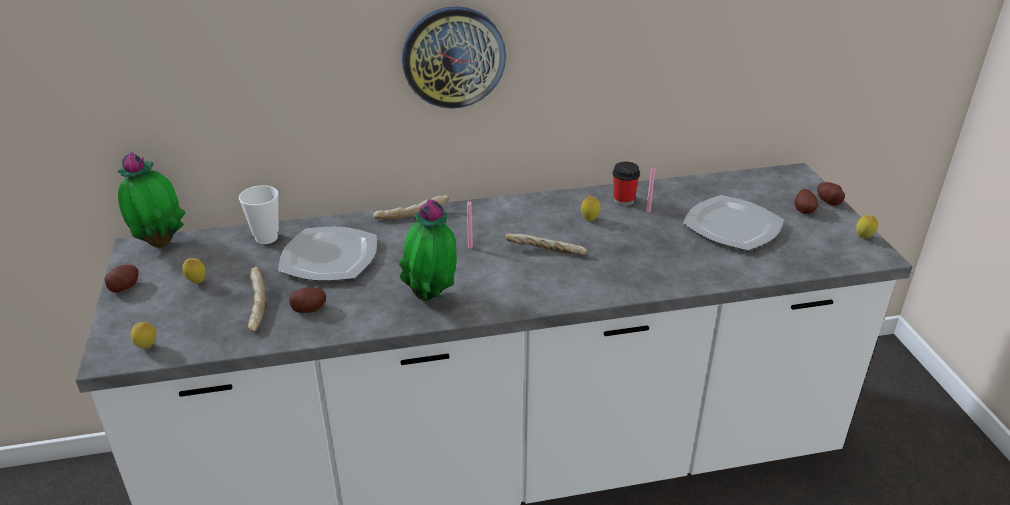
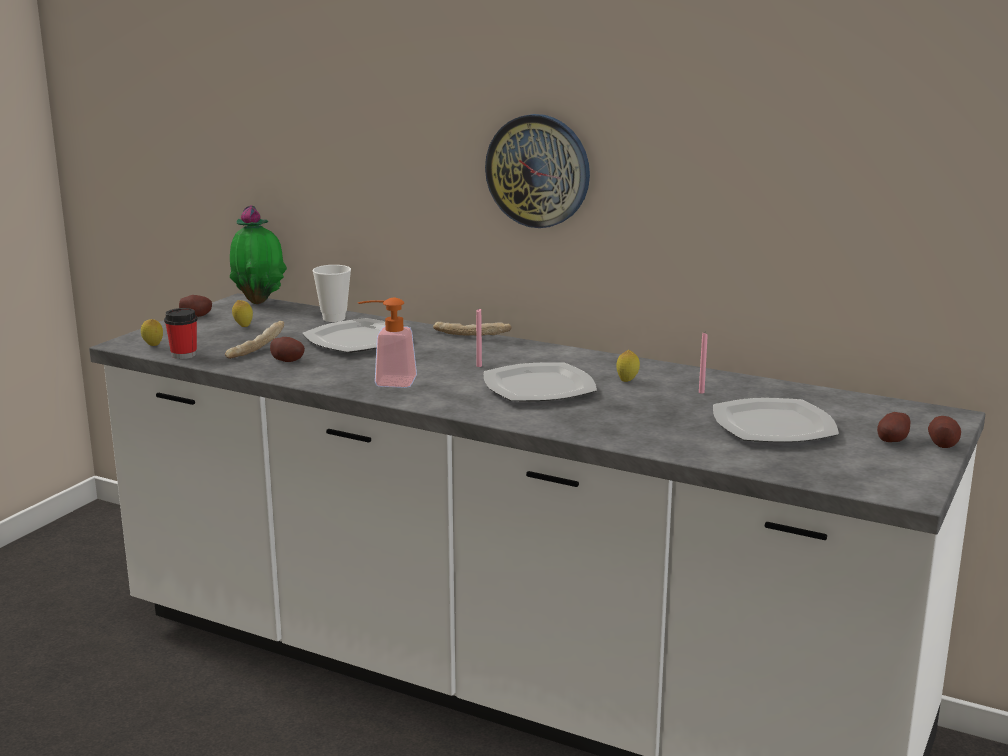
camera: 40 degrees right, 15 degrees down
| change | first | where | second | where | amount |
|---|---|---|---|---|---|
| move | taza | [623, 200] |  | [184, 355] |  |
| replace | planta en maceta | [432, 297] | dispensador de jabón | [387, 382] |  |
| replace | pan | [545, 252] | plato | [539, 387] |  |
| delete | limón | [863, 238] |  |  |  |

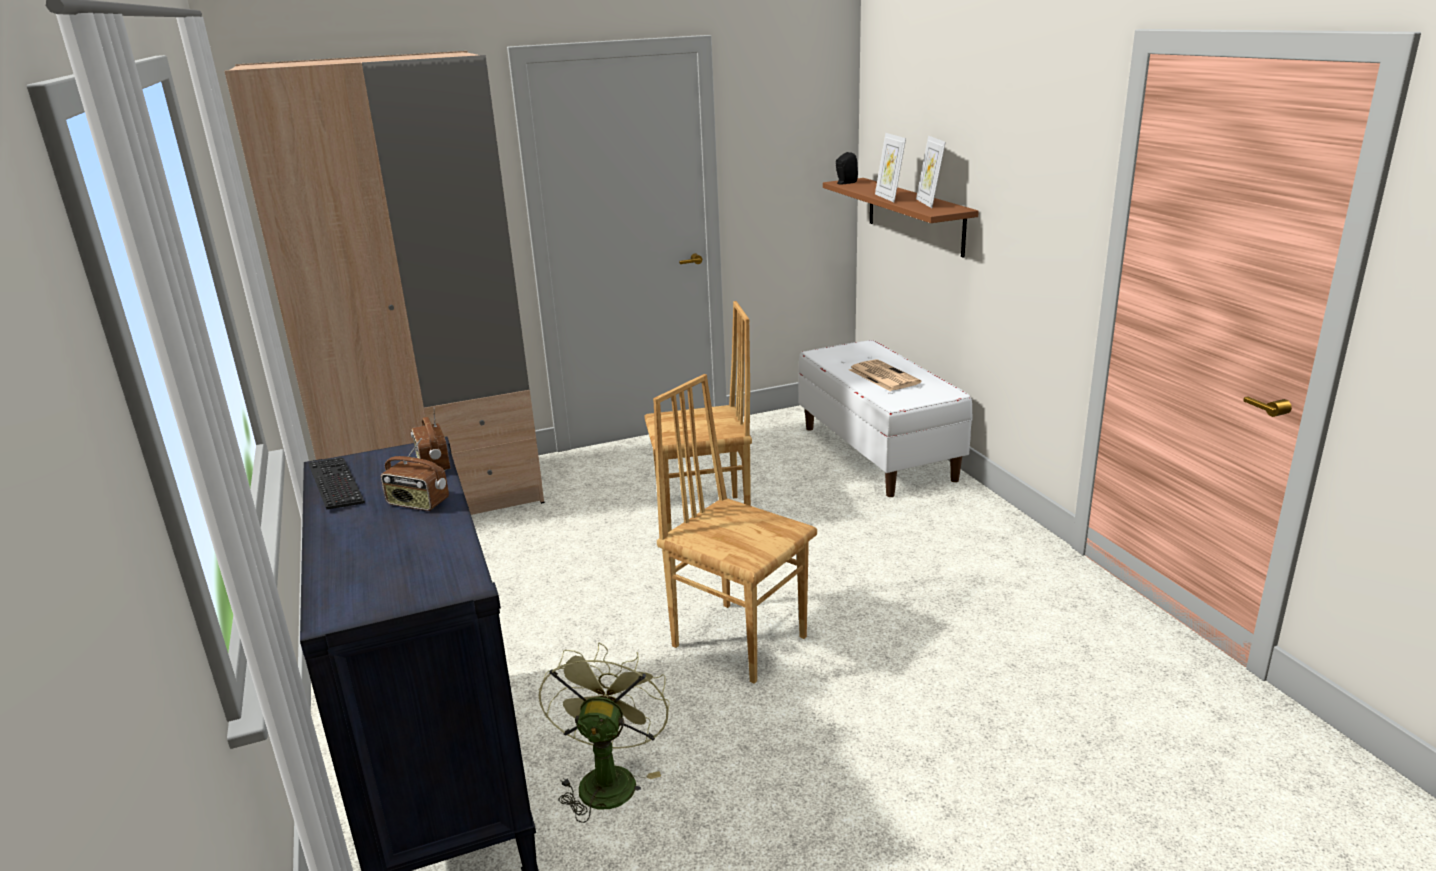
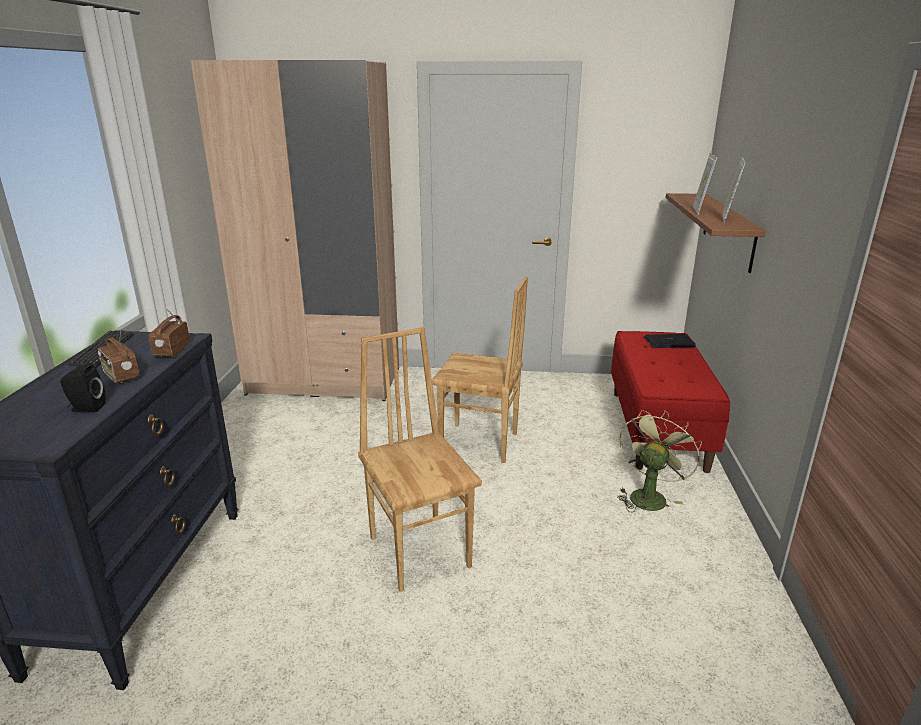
camera: 25 degrees right, 0 degrees up
| change | first | where | second | where | amount |
|---|---|---|---|---|---|
| move | altavoz/negro | [845, 183] |  | [86, 408] |  |
| recolor | banco/blanco | [878, 453] | banco/rojo | [657, 429] |  |
| move | ventilador/verde | [607, 778] |  | [649, 495] |  |
| insert |  |  | portátil | [669, 342] |  |
| delete | periódico | [882, 376] |  |  |  |

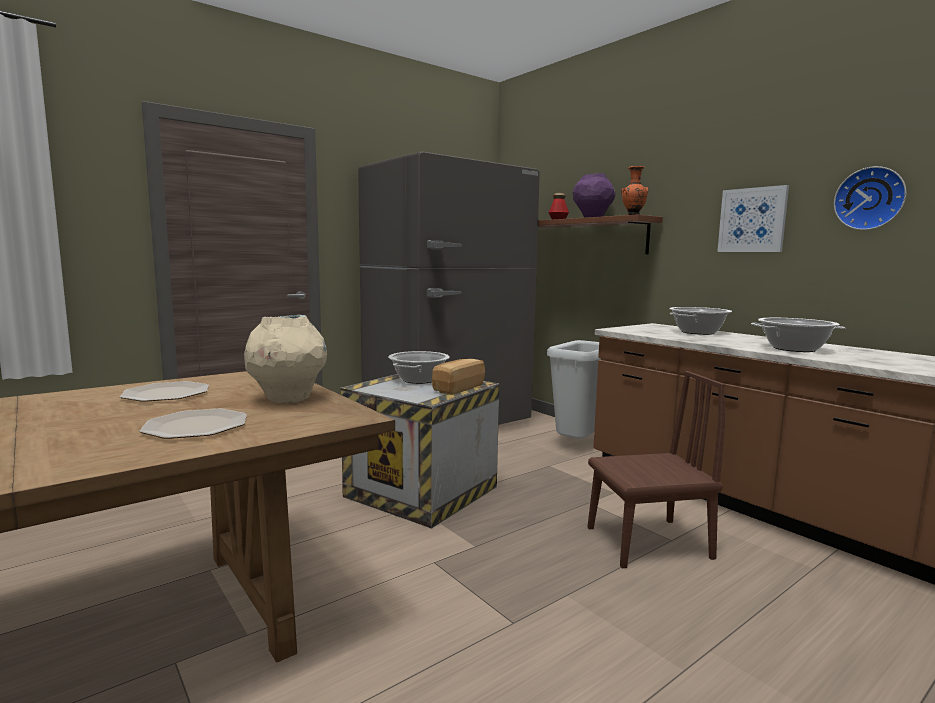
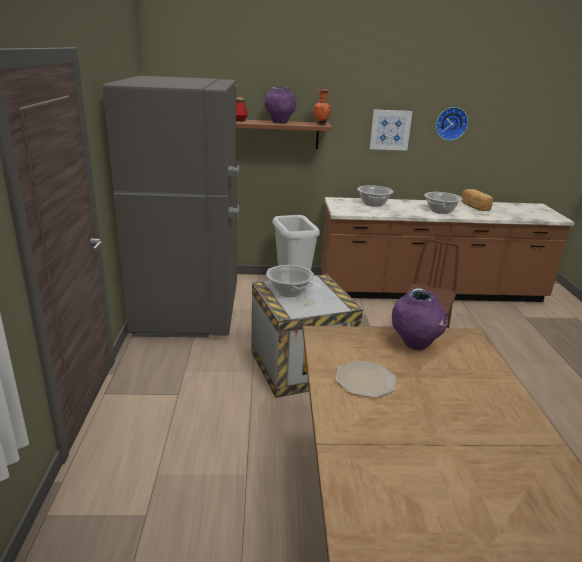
camera: 55 degrees left, 15 degrees up
| change | first | where | second | where | amount |
|---|---|---|---|---|---|
| recolor | florero/beis | [287, 399] | florero/morado | [415, 344] |  |
| move | pan | [457, 388] |  | [474, 207] |  |
| delete | plato | [196, 426] |  |  |  |

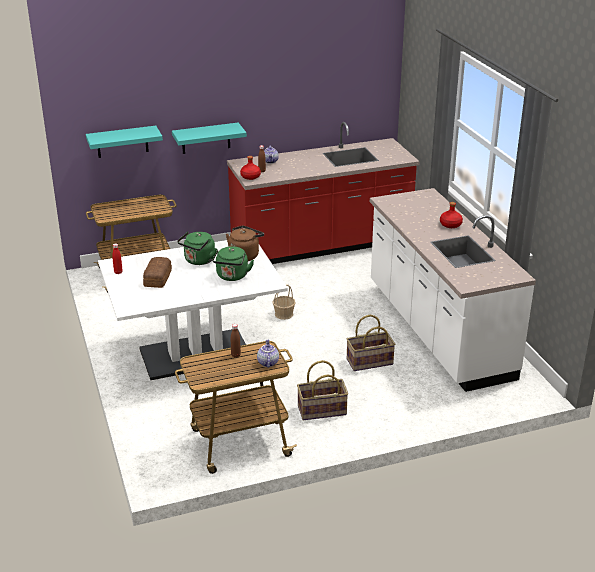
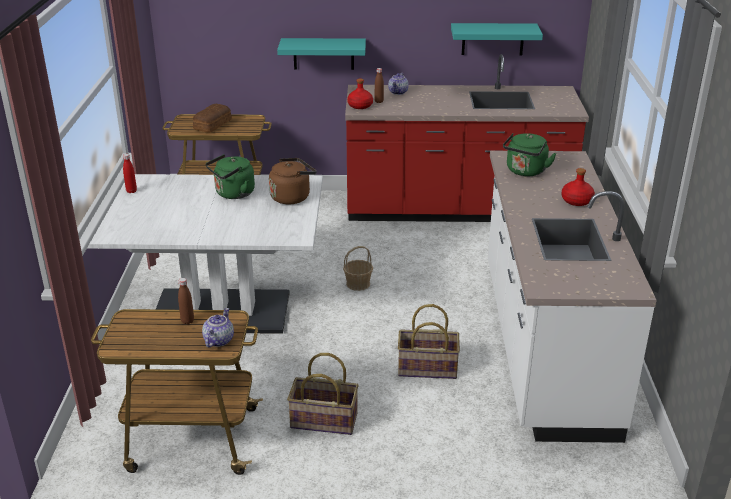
camera: 20 degrees right, 0 degrees up
| change | first | where | second | where | amount |
|---|---|---|---|---|---|
| move | pan | [157, 278] |  | [211, 125] |  |
| move | estante/turquesa | [122, 142] |  | [492, 39] |  |
| move | hervidor/verde | [232, 276] |  | [525, 172] |  |

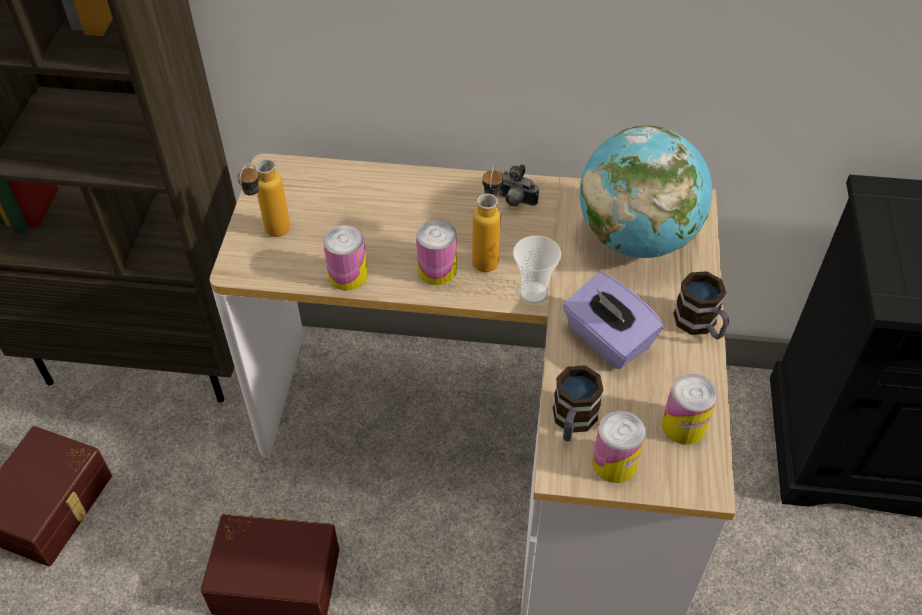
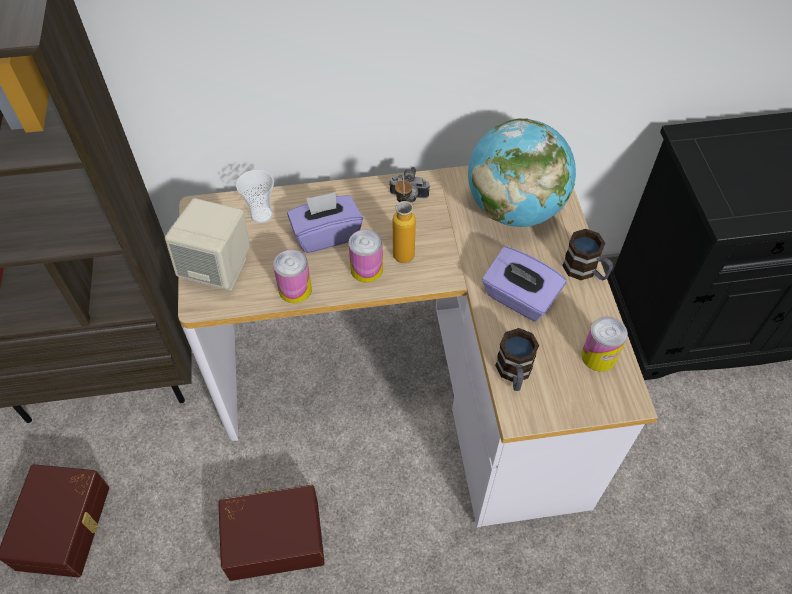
camera: 15 degrees left, 5 degrees up
| change | first | where | second | where | amount |
|---|---|---|---|---|---|
| replace | botella | [271, 235] | altavoz/beis | [218, 268] |  |
| move | taza | [533, 293] |  | [261, 215] |  |
| insert |  |  | caja de pañuelos/morado | [326, 234] |  |
| delete | lata | [614, 463] |  |  |  |

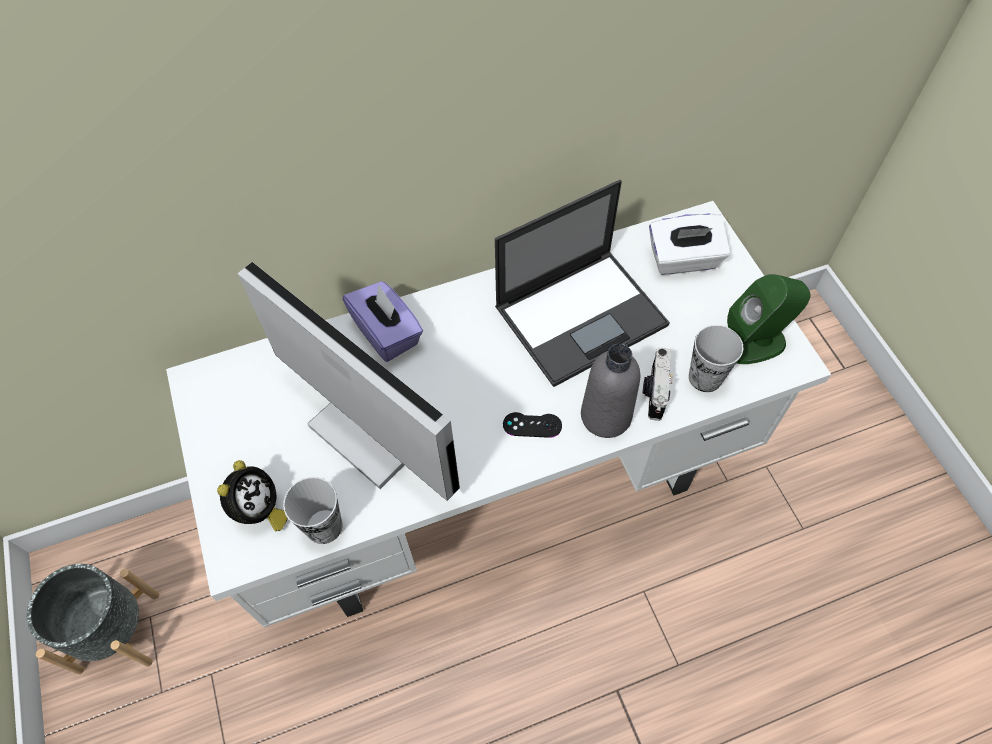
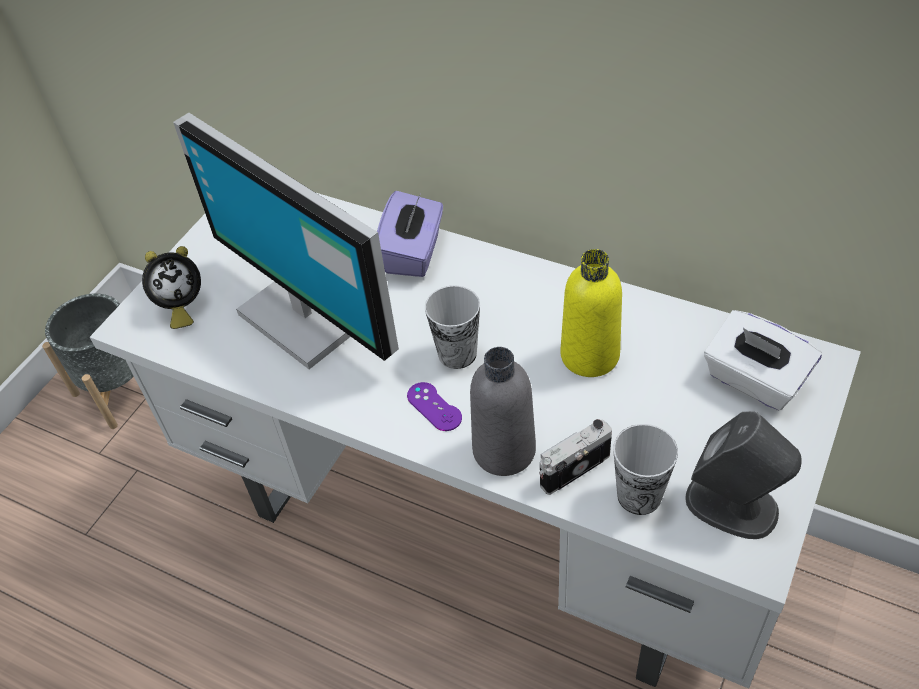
camera: 50 degrees right, 10 degrees down
| change | first | where | second | where | amount |
|---|---|---|---|---|---|
| rotate | monitor | [367, 435] |  | [308, 314] | 135 degrees clockwise |
| recolor | mando de consola/negro | [532, 425] | mando de consola/morado | [434, 406] |  |
| move | taza | [324, 526] |  | [457, 354] |  |
| replace | portátil | [582, 315] | botella/amarillo | [589, 355] |  |
| recolor | altavoz/verde | [753, 342] | altavoz/gris | [733, 505] |  |

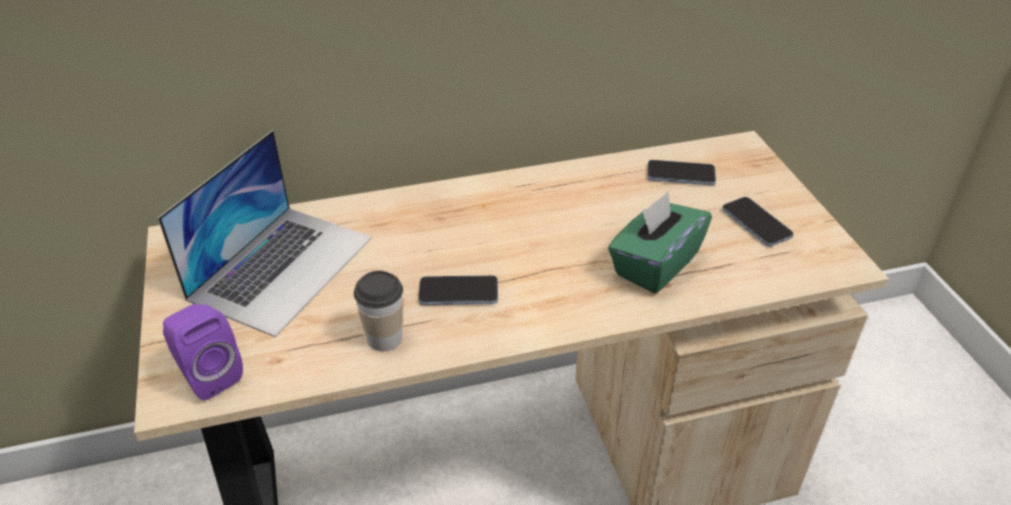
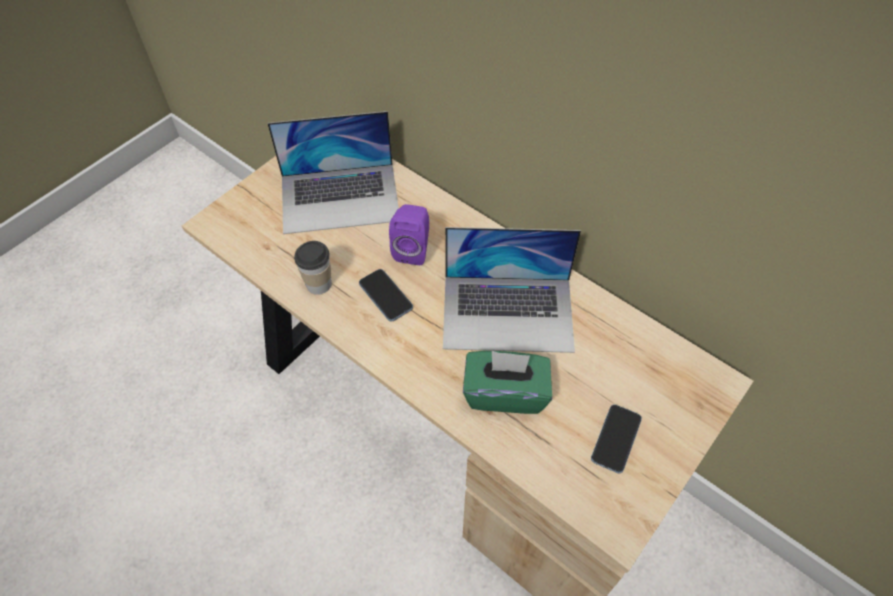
camera: 55 degrees right, 15 degrees up
| change | first | where | second | where | amount |
|---|---|---|---|---|---|
| move | altavoz/morado | [208, 375] |  | [413, 249] |  |
| insert |  |  | portátil | [508, 313] |  |
| delete | móvil | [680, 175] |  |  |  |

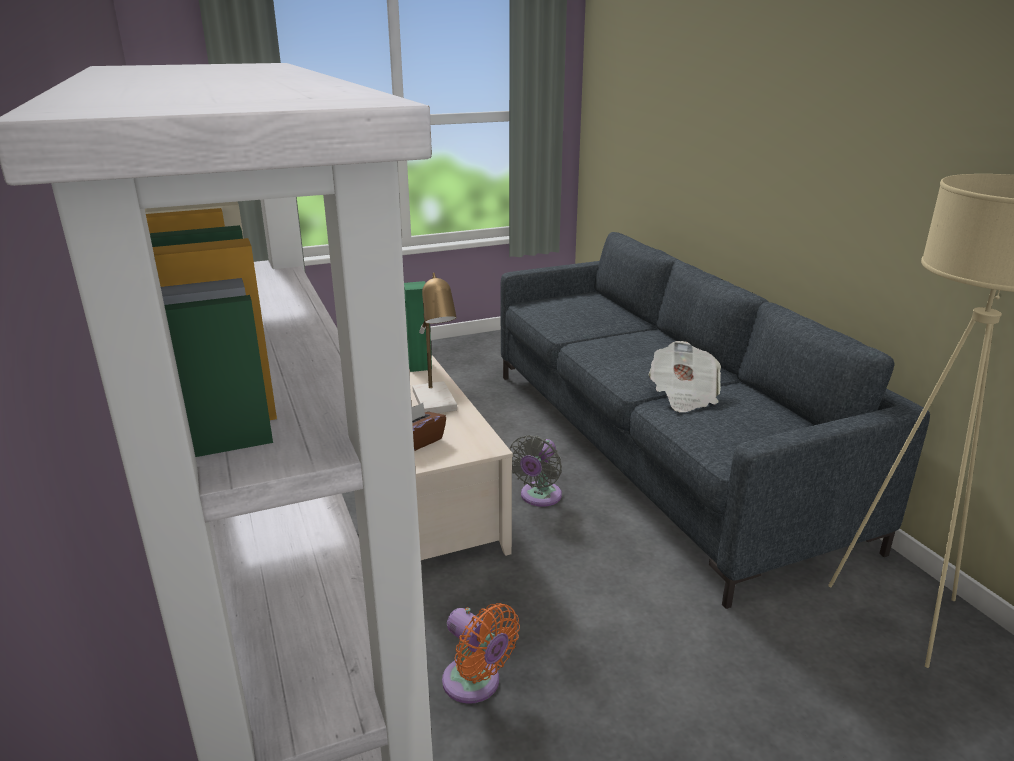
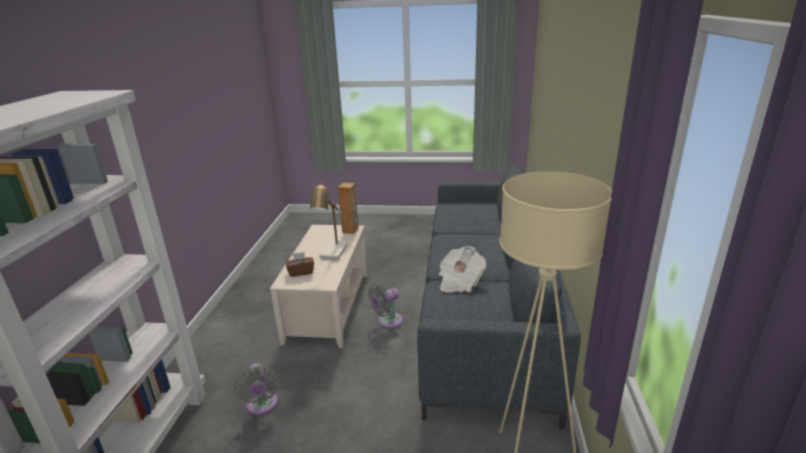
camera: 30 degrees right, 0 degrees up
| change | first | where | second | where | amount |
|---|---|---|---|---|---|
| recolor | ventilador/naranja | [475, 684] | ventilador/gris | [262, 406] |  |
| recolor | altavoz/verde | [420, 366] | altavoz/marrón | [350, 230] |  |

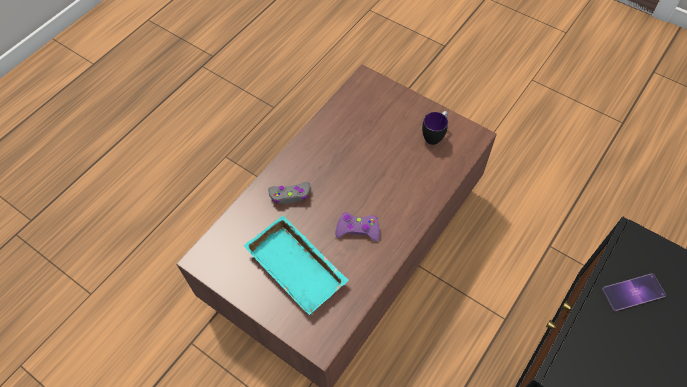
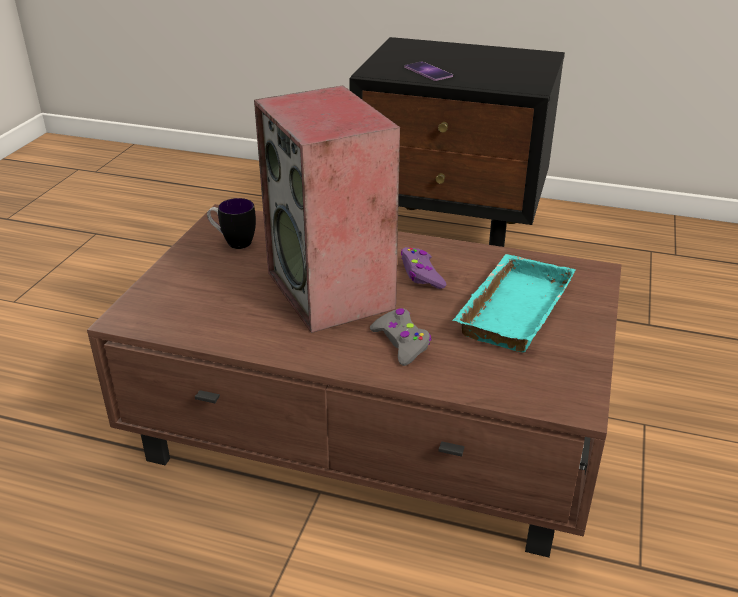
camera: 110 degrees left, 25 degrees down
| change | first | where | second | where | amount |
|---|---|---|---|---|---|
| insert |  |  | altavoz | [332, 291] |  |

